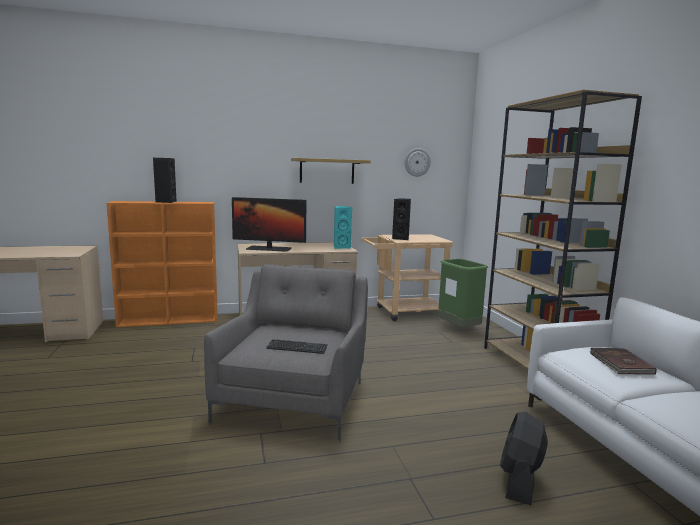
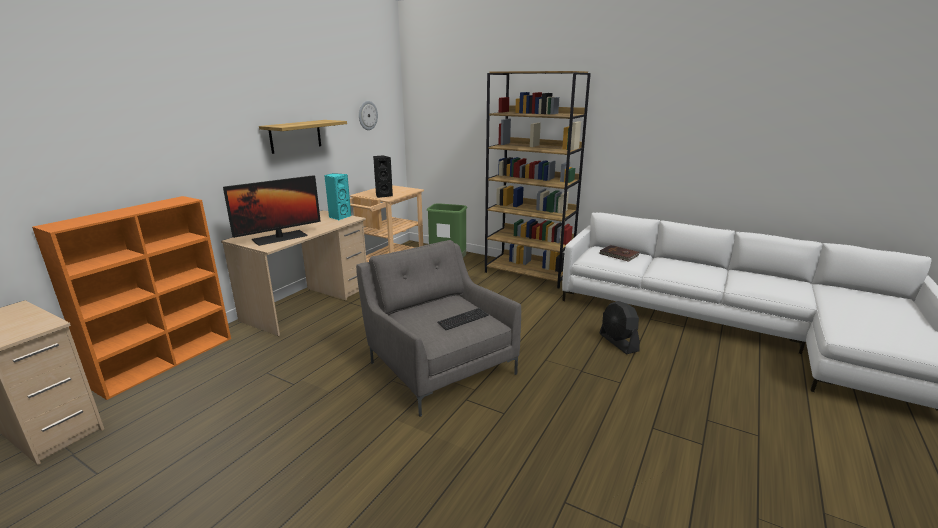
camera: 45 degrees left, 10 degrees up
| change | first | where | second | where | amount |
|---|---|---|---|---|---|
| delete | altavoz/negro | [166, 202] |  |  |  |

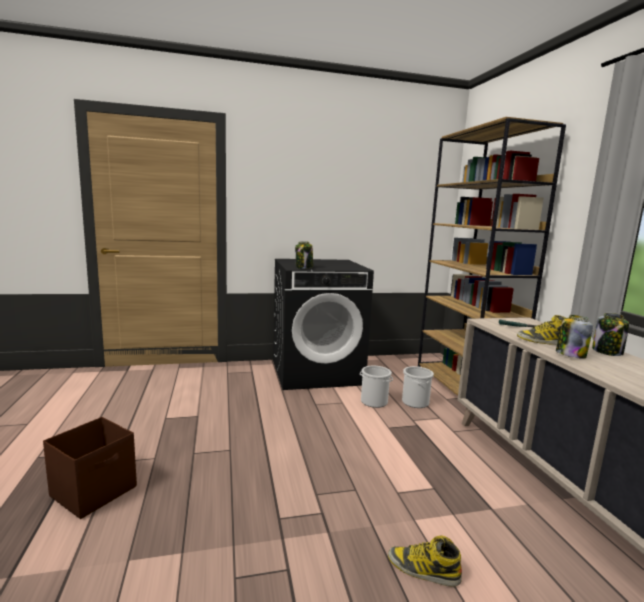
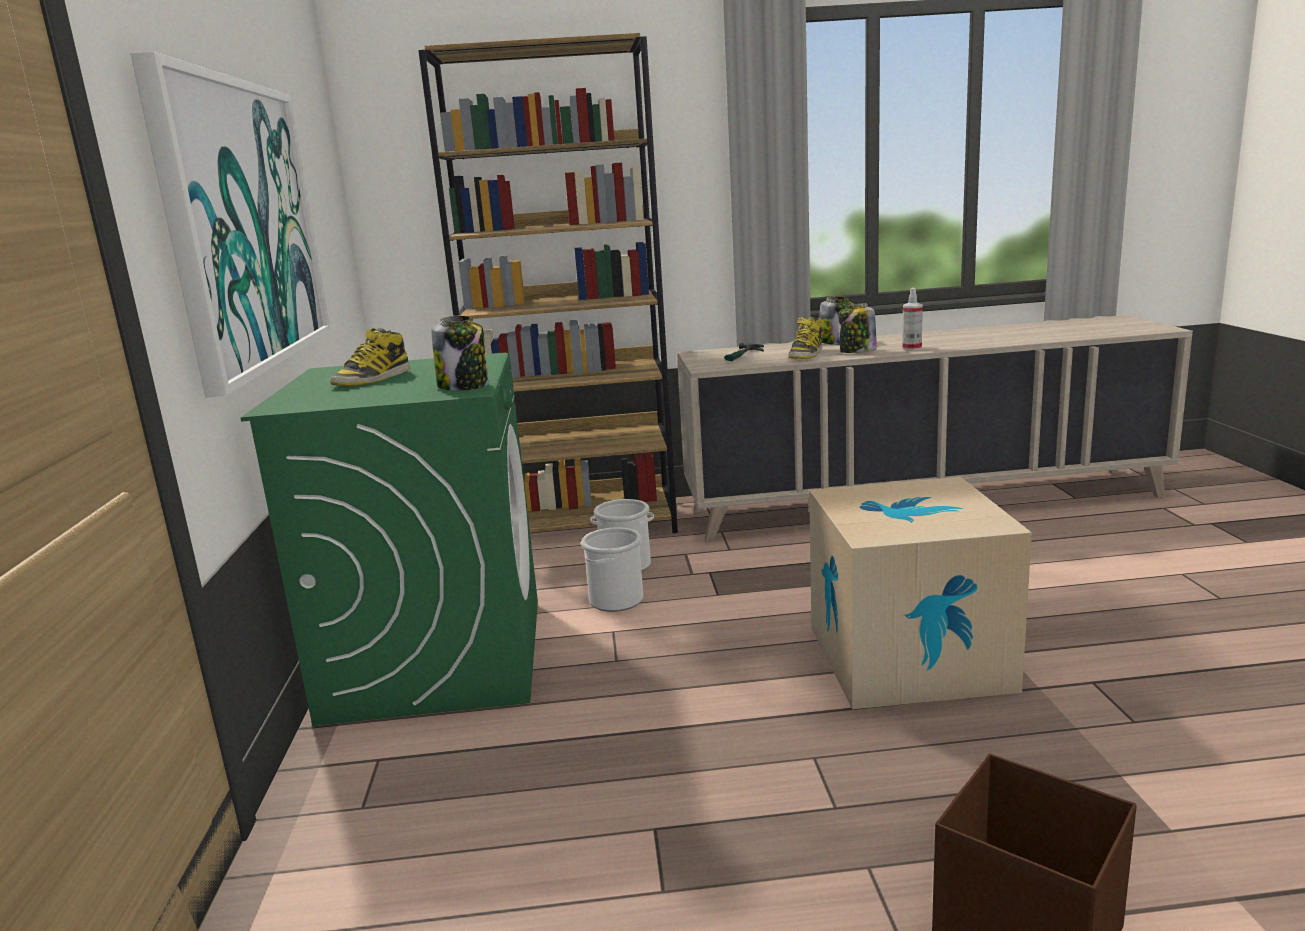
camera: 80 degrees left, 5 degrees up
| change | first | where | second | where | amount |
|---|---|---|---|---|---|
| insert |  |  | cuadro | [244, 225] |  |
| recolor | lavadora/negro | [317, 372] | lavadora/verde | [436, 657] |  |
| move | bota | [423, 569] |  | [373, 379] |  |
| insert |  |  | caja de cartón | [908, 658] |  |
| insert |  |  | pulverizador | [911, 348] |  |

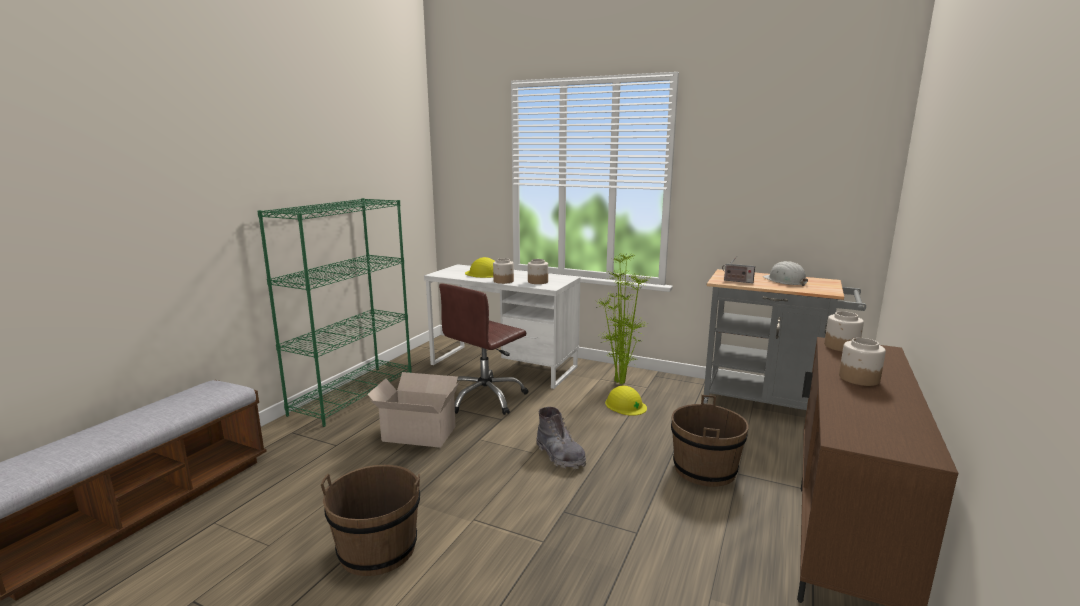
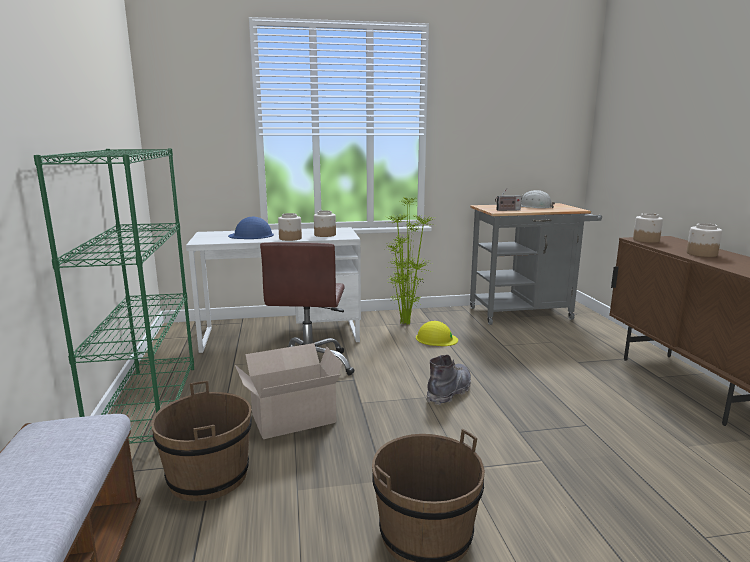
camera: 35 degrees left, 0 degrees up
| change | first | where | second | where | amount |
|---|---|---|---|---|---|
| move | cubo/marrón | [704, 470] |  | [209, 476] |  |
| recolor | casco/amarillo | [483, 273] | casco/azul | [251, 235] |  |
| rotate | bota/gris | [560, 455] |  | [449, 392] | 75 degrees counterclockwise |

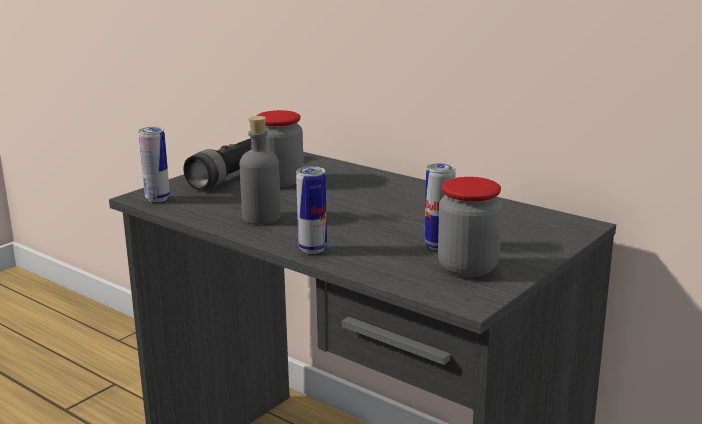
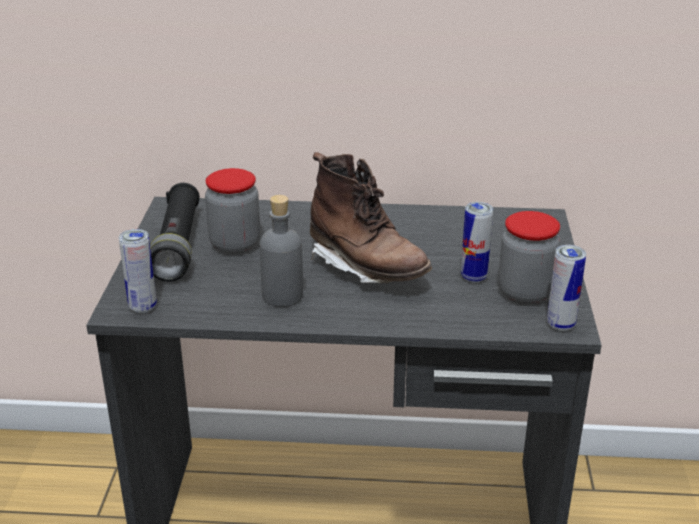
camera: 35 degrees left, 10 degrees up
| change | first | where | second | where | amount |
|---|---|---|---|---|---|
| insert |  |  | bota/marrón | [366, 268] |  |
| move | lata | [312, 249] |  | [560, 324] |  |

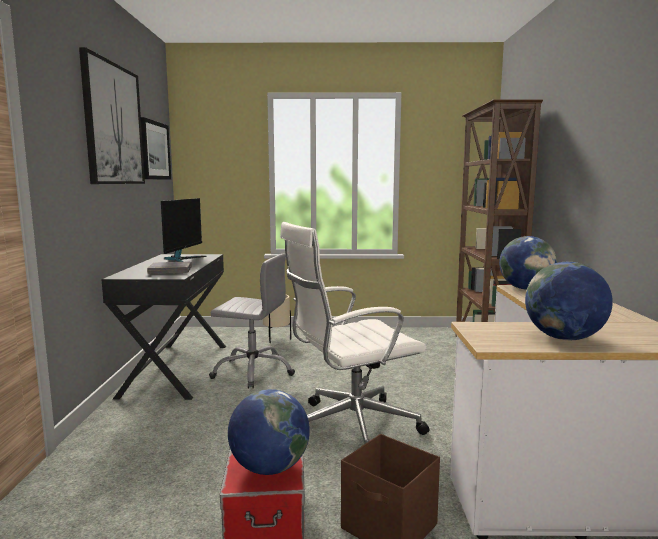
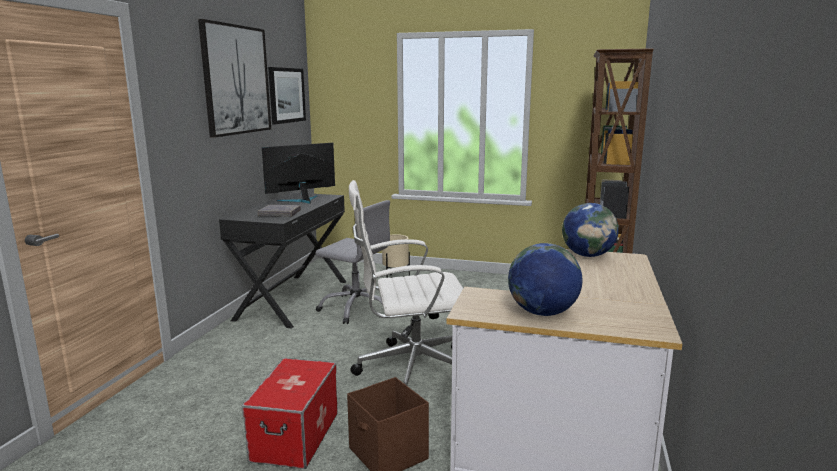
camera: 15 degrees right, 5 degrees up
| change | first | where | second | where | amount |
|---|---|---|---|---|---|
| rotate | monitor | [183, 259] |  | [302, 200] | 150 degrees counterclockwise |
| delete | globo terráqueo | [269, 468] |  |  |  |

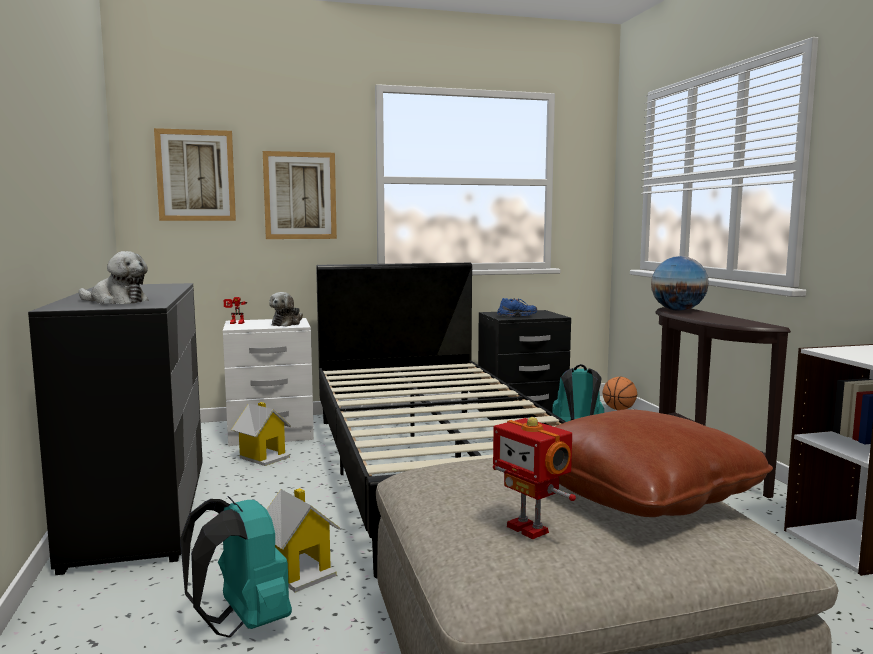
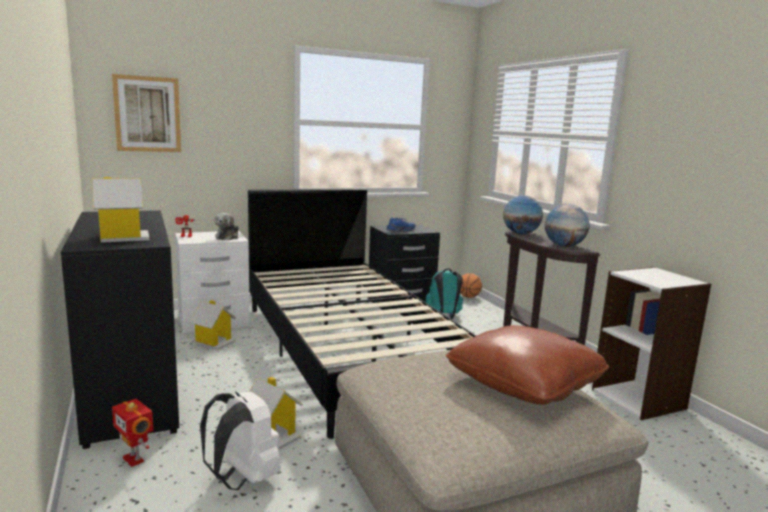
camera: 10 degrees left, 5 degrees up
| change | first | where | second | where | amount |
|---|---|---|---|---|---|
| replace | peluche | [116, 301] | casita | [122, 237] |  |
| move | robot de juguete | [529, 529] |  | [135, 459] |  |
| recolor | mochila/turquesa | [243, 623] | mochila/blanco | [243, 478] |  |
| insert |  |  | globo terráqueo | [564, 246] |  |
| delete | cuadro | [300, 195] |  |  |  |

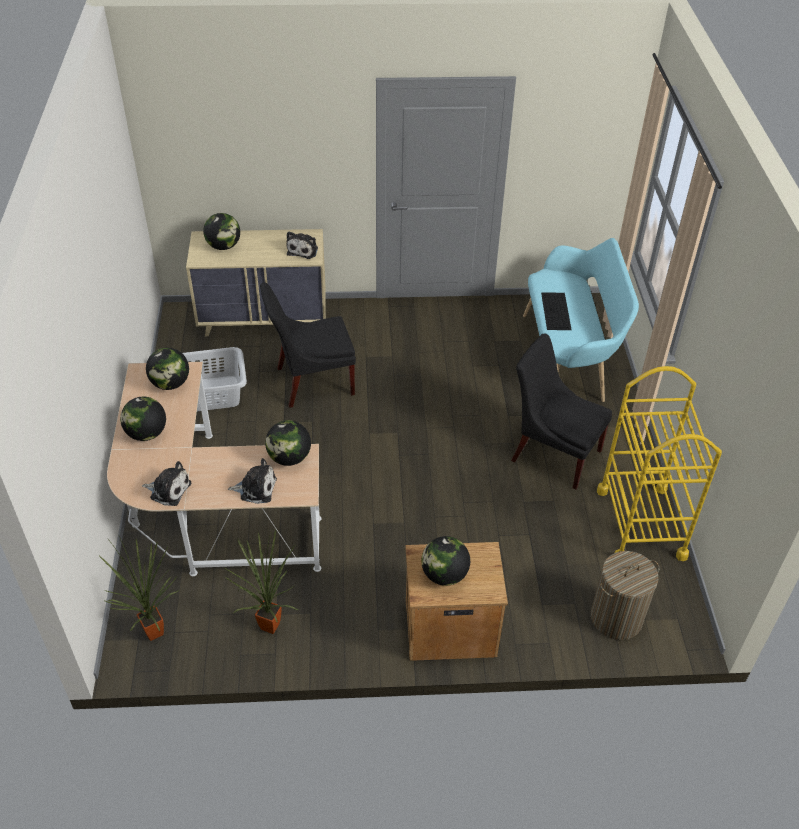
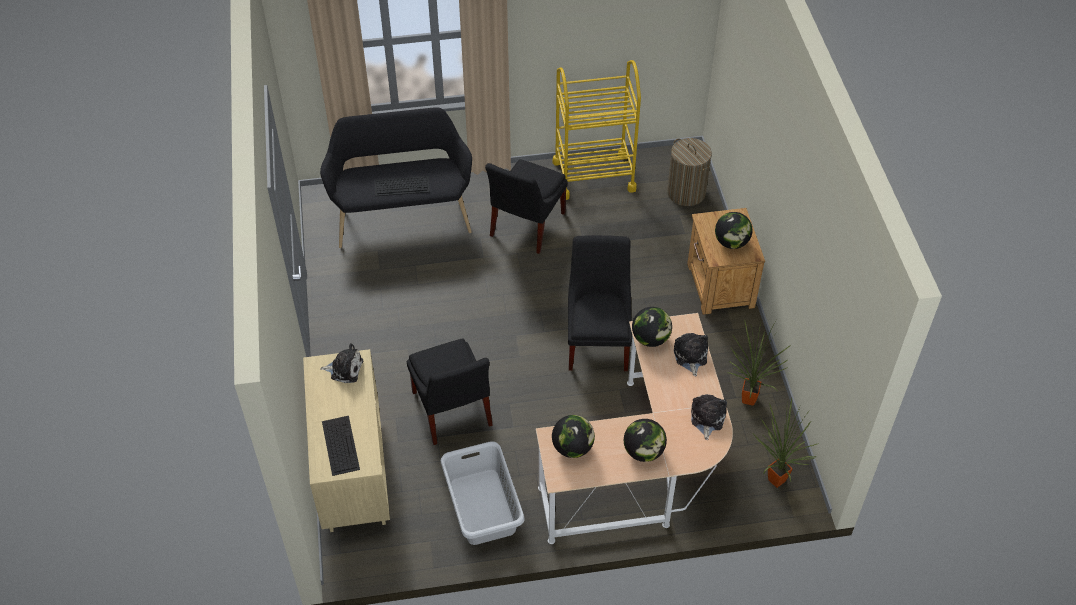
camera: 95 degrees left, 5 degrees up
| change | first | where | second | where | amount |
|---|---|---|---|---|---|
| recolor | banco/turquesa | [568, 359] | banco/negro | [402, 215] |  |
| replace | globo terráqueo | [223, 246] | teclado | [340, 444] |  |
| insert |  |  | silla/negro | [598, 340] |  |

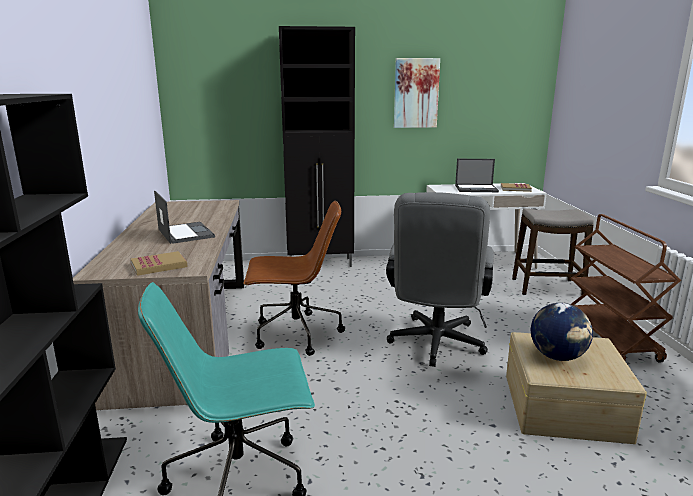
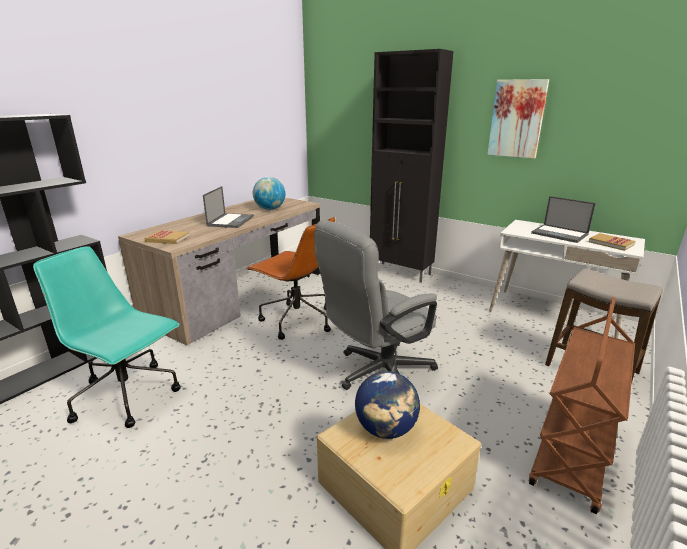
camera: 40 degrees right, 5 degrees up
| change | first | where | second | where | amount |
|---|---|---|---|---|---|
| insert |  |  | globo terráqueo | [270, 209] |  |

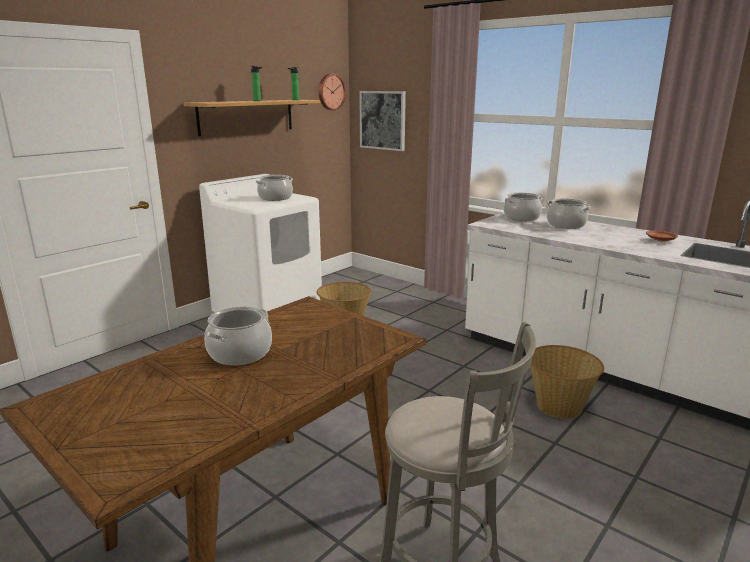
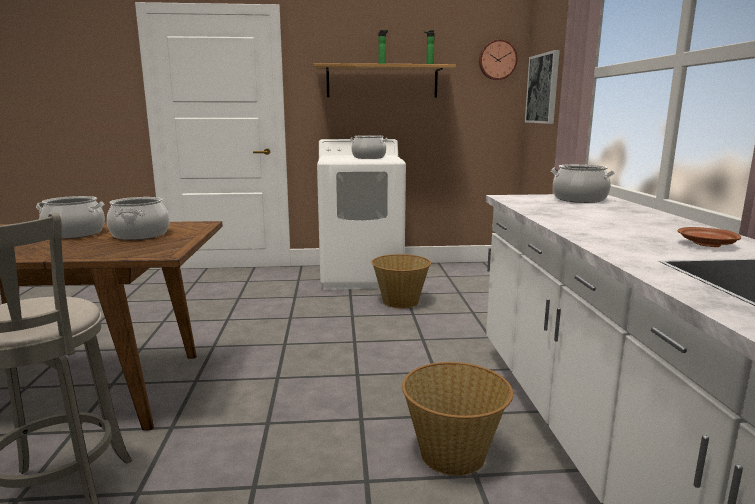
camera: 45 degrees right, 5 degrees down
| change | first | where | second | where | amount |
|---|---|---|---|---|---|
| move | olla | [565, 225] |  | [140, 235] |  |

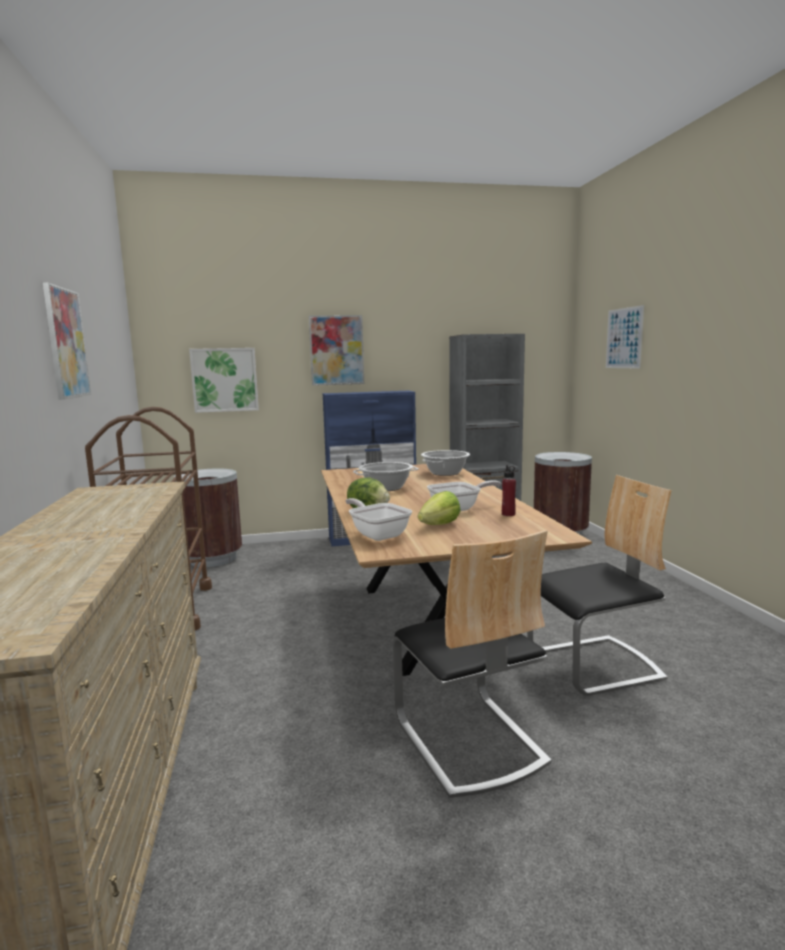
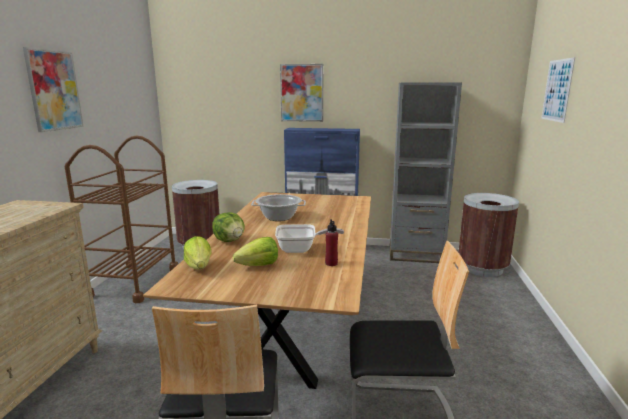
camera: 20 degrees right, 5 degrees up
| change | first | where | second | where | amount |
|---|---|---|---|---|---|
| replace | sartén | [377, 534] | lechuga | [199, 267] |  |
| delete | cuadro | [225, 380] |  |  |  |
| delete | olla | [445, 473] |  |  |  |

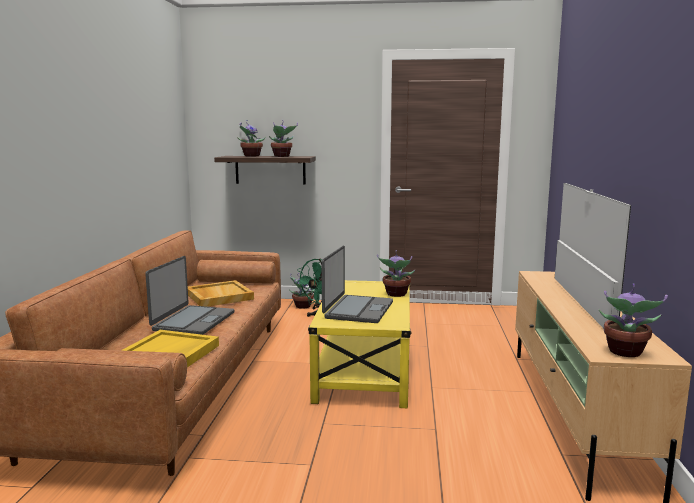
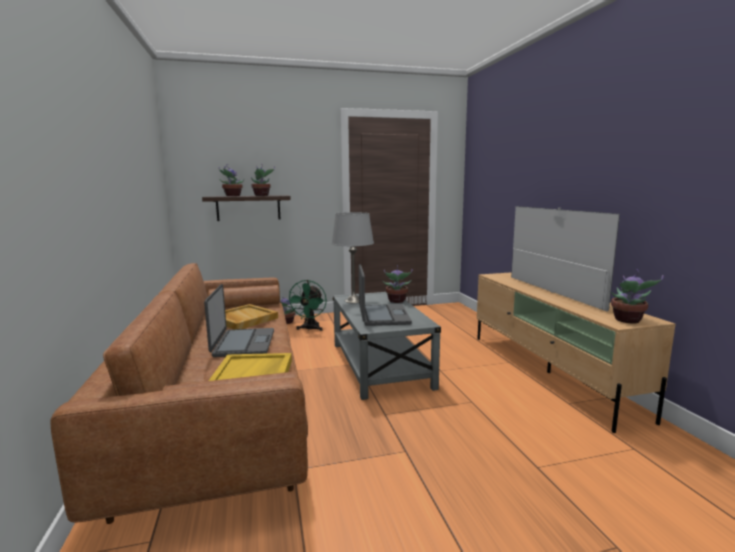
camera: 20 degrees left, 0 degrees up
| change | first | where | second | where | amount |
|---|---|---|---|---|---|
| insert |  |  | lámpara de mesa/gris | [353, 301] |  |
| recolor | mesa de centro/amarillo | [365, 370] | mesa de centro/gris | [380, 365] |  |

